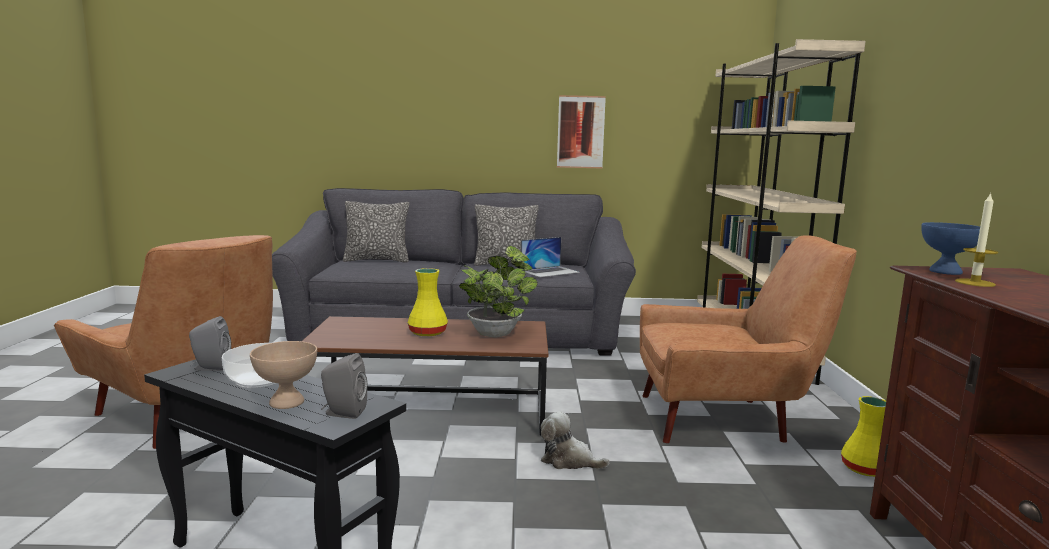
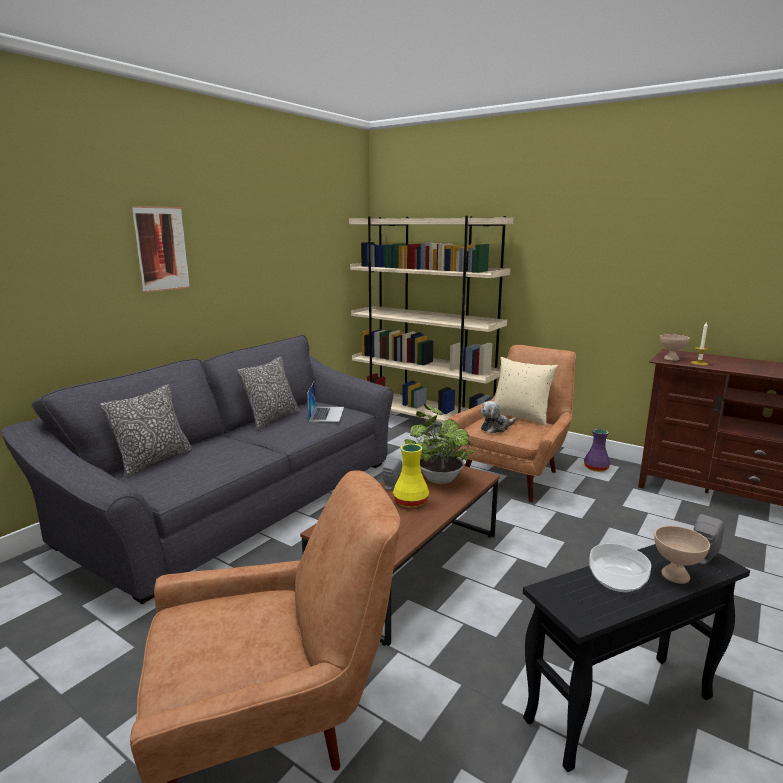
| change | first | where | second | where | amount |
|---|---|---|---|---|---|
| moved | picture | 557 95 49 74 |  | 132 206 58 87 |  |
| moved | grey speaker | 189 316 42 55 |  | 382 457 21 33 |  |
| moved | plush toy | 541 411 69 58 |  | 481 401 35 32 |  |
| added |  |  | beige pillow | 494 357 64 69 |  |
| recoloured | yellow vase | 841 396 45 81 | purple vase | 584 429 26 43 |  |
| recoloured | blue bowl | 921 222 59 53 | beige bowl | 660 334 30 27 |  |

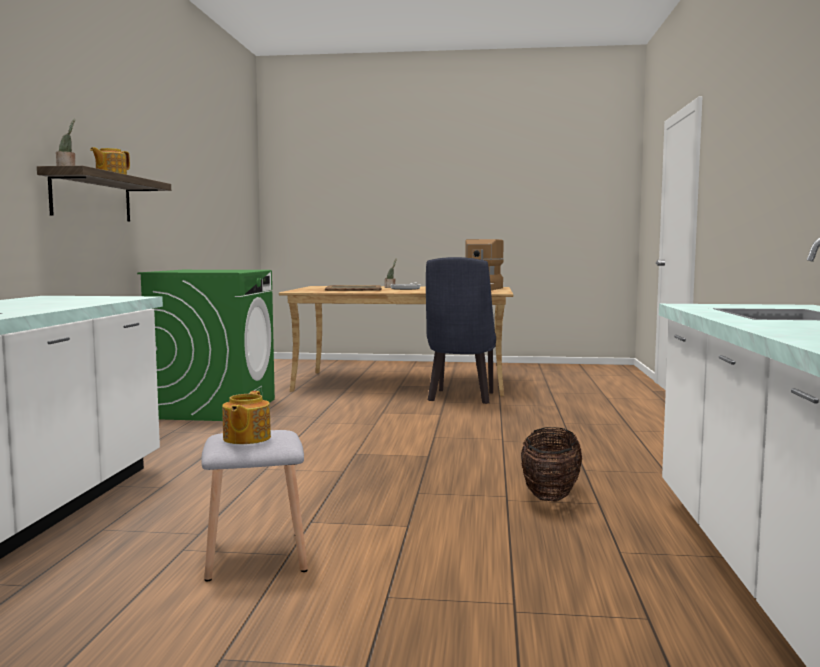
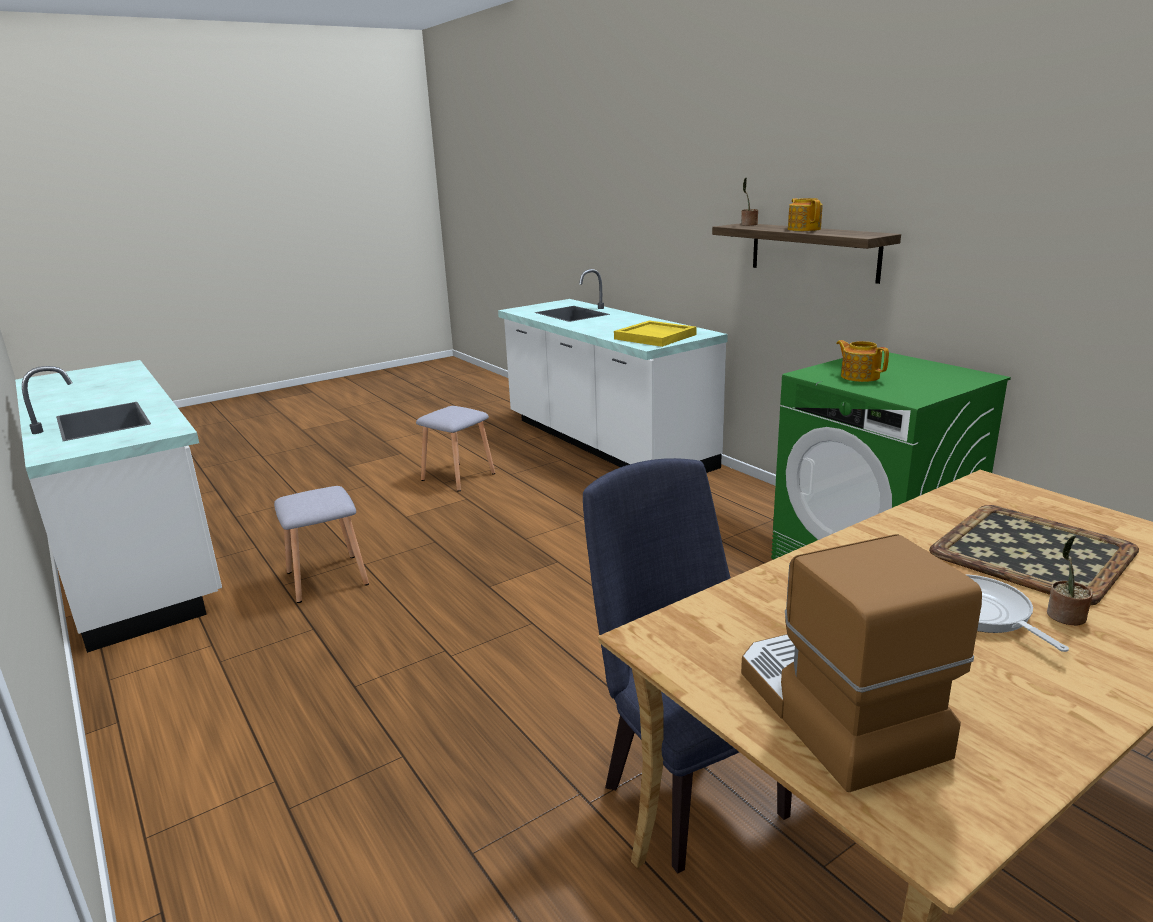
| change | first | where | second | where | amount |
|---|---|---|---|---|---|
| replaced | basket | 521 427 61 75 | grey stool | 274 486 95 117 |  |
| added |  |  | yellow tray | 614 321 83 26 |  |
| moved | teapot | 222 391 49 53 |  | 836 340 53 42 |  |

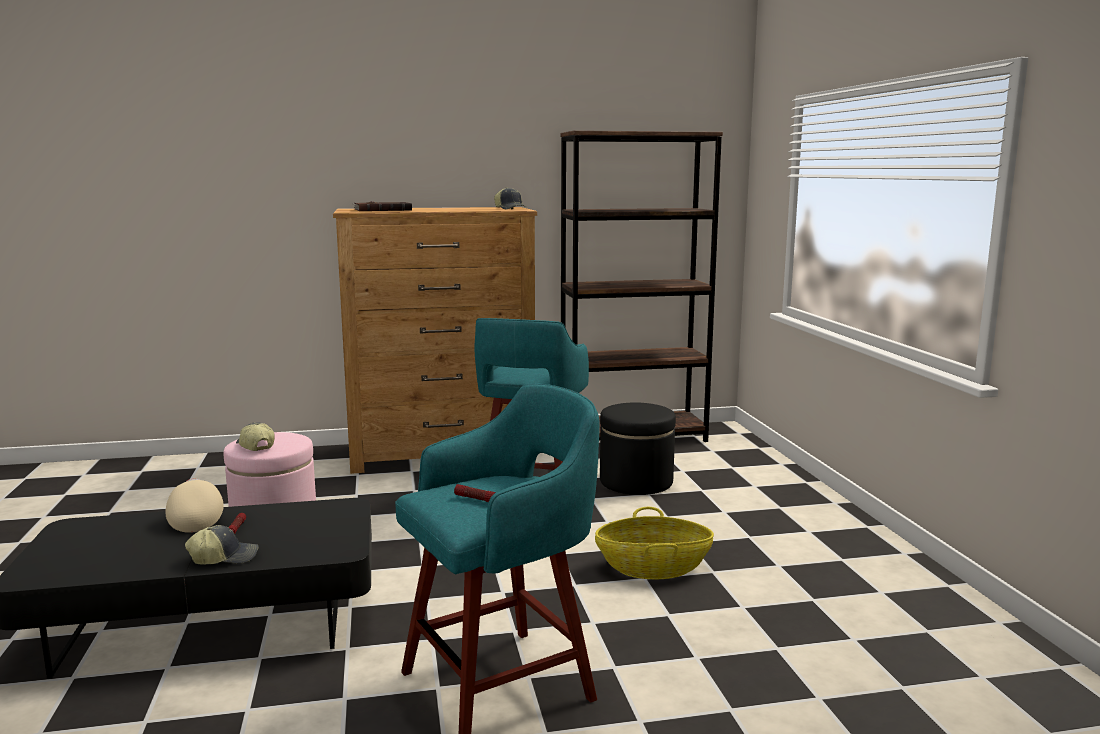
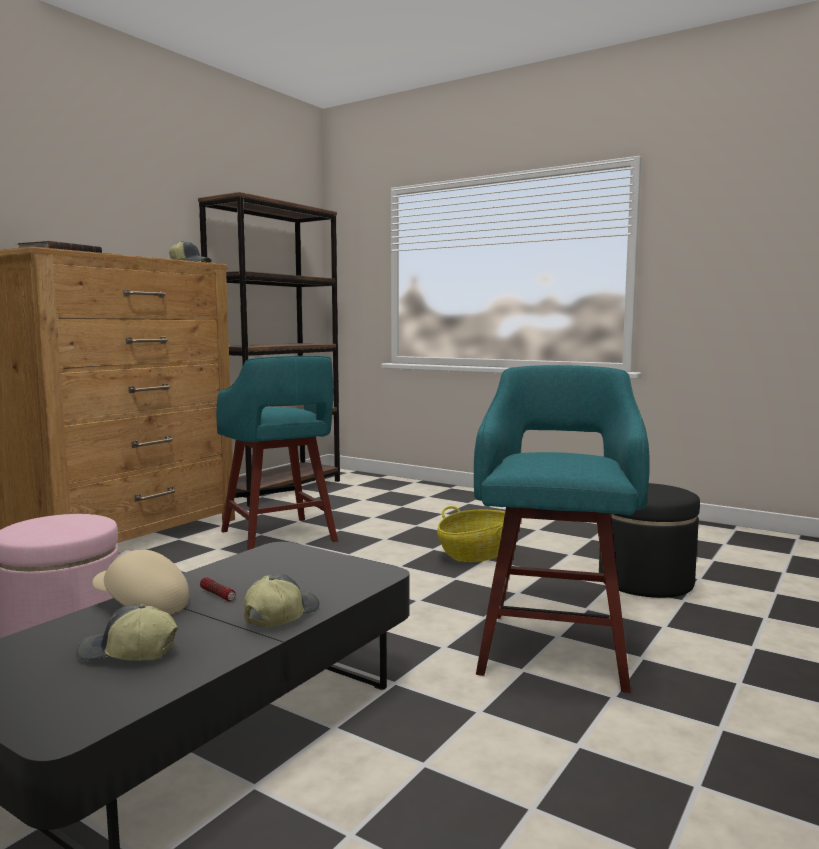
| change | first | where | second | where | amount |
|---|---|---|---|---|---|
| moved | cap | 236 422 39 29 |  | 76 604 102 57 |  |
| moved | black ottoman | 600 403 76 92 |  | 599 483 101 115 |  |
| removed | flashlight | 454 484 42 18 |  |  |  |

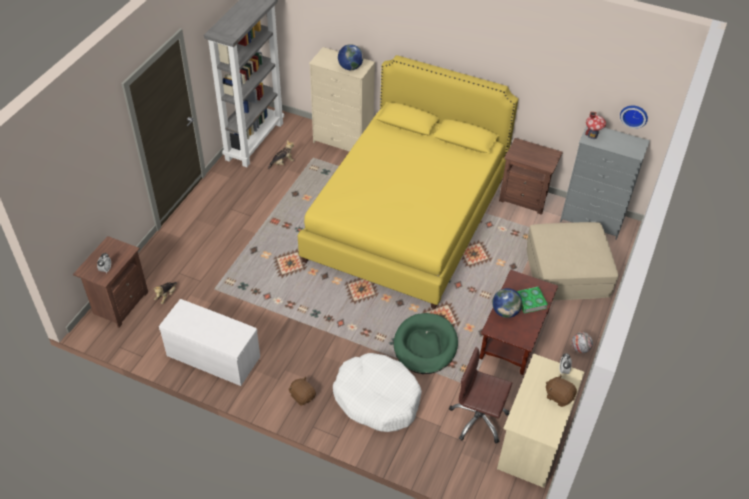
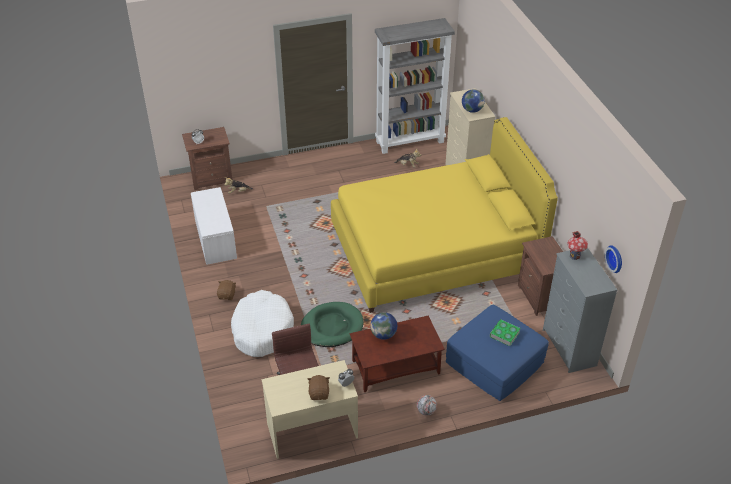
| change | first | where | second | where | amount |
|---|---|---|---|---|---|
| recoloured | beige ottoman | 527 222 91 78 | blue ottoman | 446 305 103 96 |  |
| moved | book | 517 286 31 28 |  | 490 319 31 27 |  |

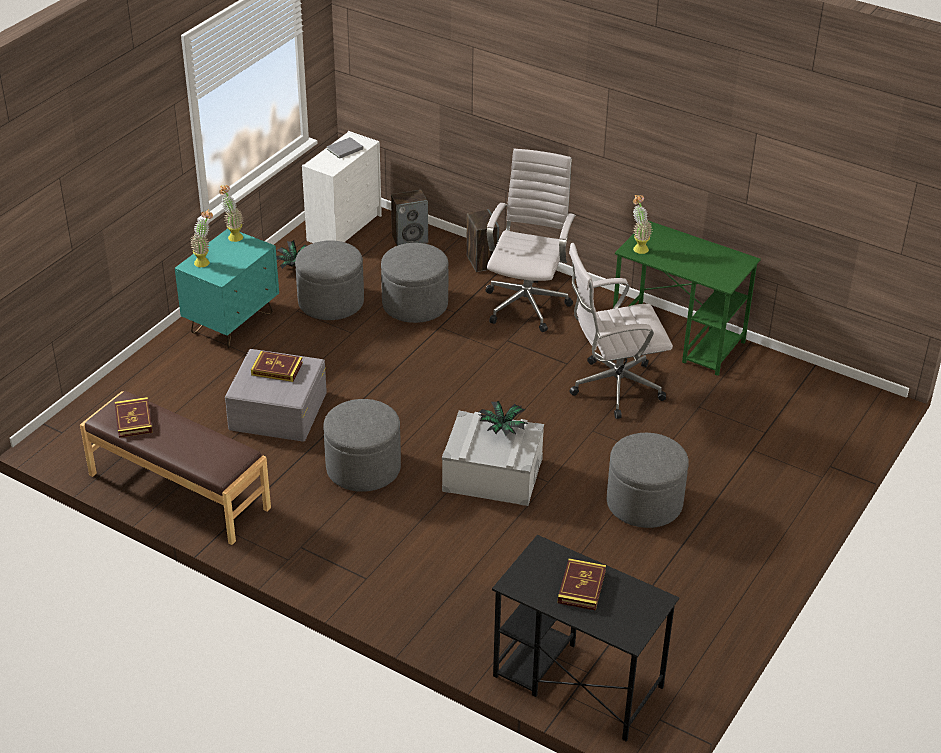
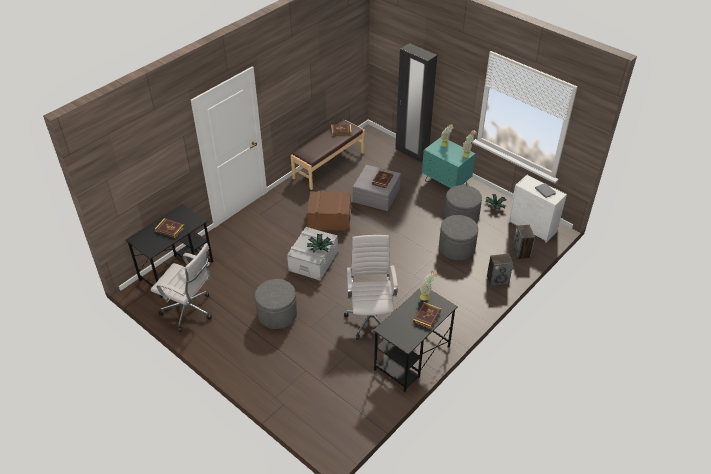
| change | first | where | second | where | amount |
|---|---|---|---|---|---|
| moved | white office chair | 485 149 91 183 |  | 150 243 62 89 |  |
| replaced | grey ottoman | 323 399 78 93 | brown storage box | 307 191 44 40 |  |
| recoloured | green desk | 613 221 148 155 | black desk | 373 288 85 104 |  |
| added |  |  | black wardrobe | 395 43 42 119 |  |
| added |  |  | book | 413 302 28 28 |  |

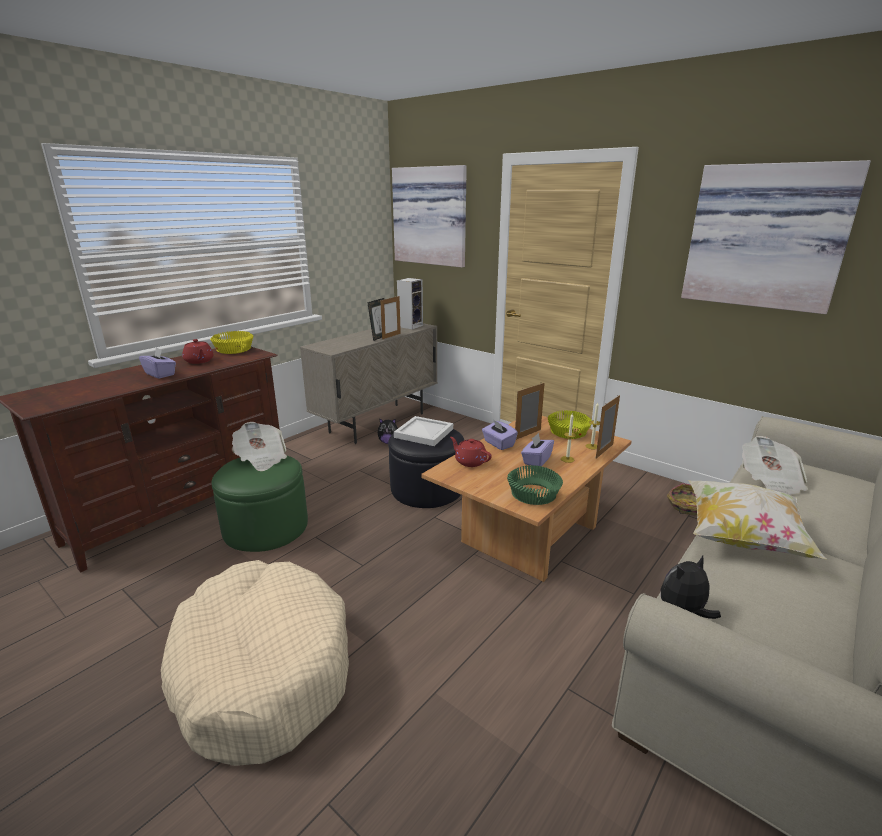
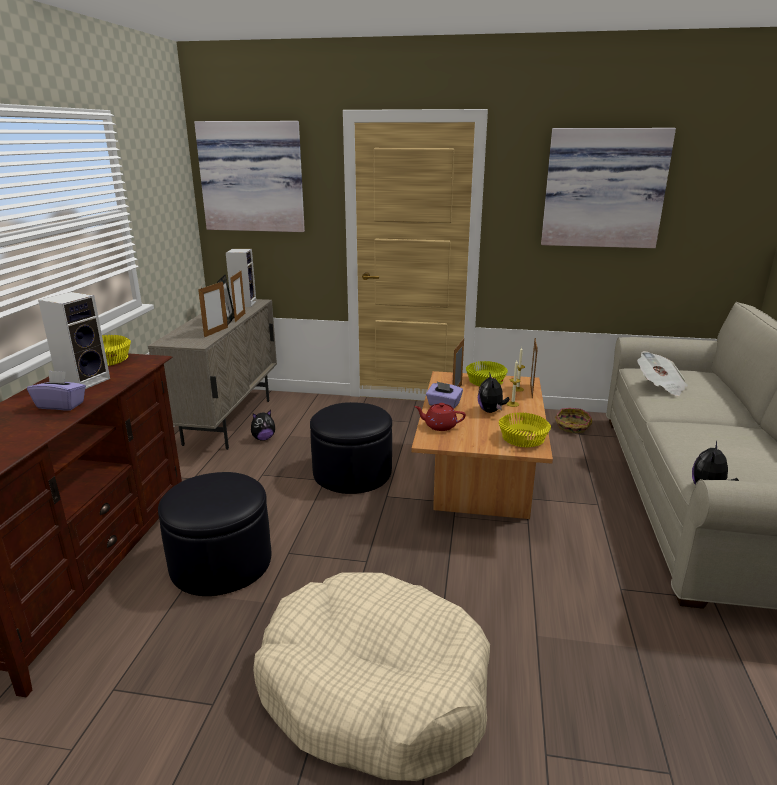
| change | first | where | second | where | amount |
|---|---|---|---|---|---|
| replaced | red teapot | 182 339 31 25 | speaker | 38 292 72 97 |  |
| recoloured | green ottoman | 212 456 96 96 | black ottoman | 158 472 113 124 |  |
| added |  |  | picture frame | 198 281 30 56 |  |
| replaced | purple tissue box | 521 433 33 33 | plush toy | 478 372 31 41 |  |
| recoloured | green bowl | 507 465 56 40 | yellow bowl | 499 412 52 35 |  |
| removed | newspaper | 232 422 55 49 |  |  |  |
| removed | white tray | 394 416 59 30 |  |  |  |
| removed | pillow | 688 480 139 79 |  |  |  |

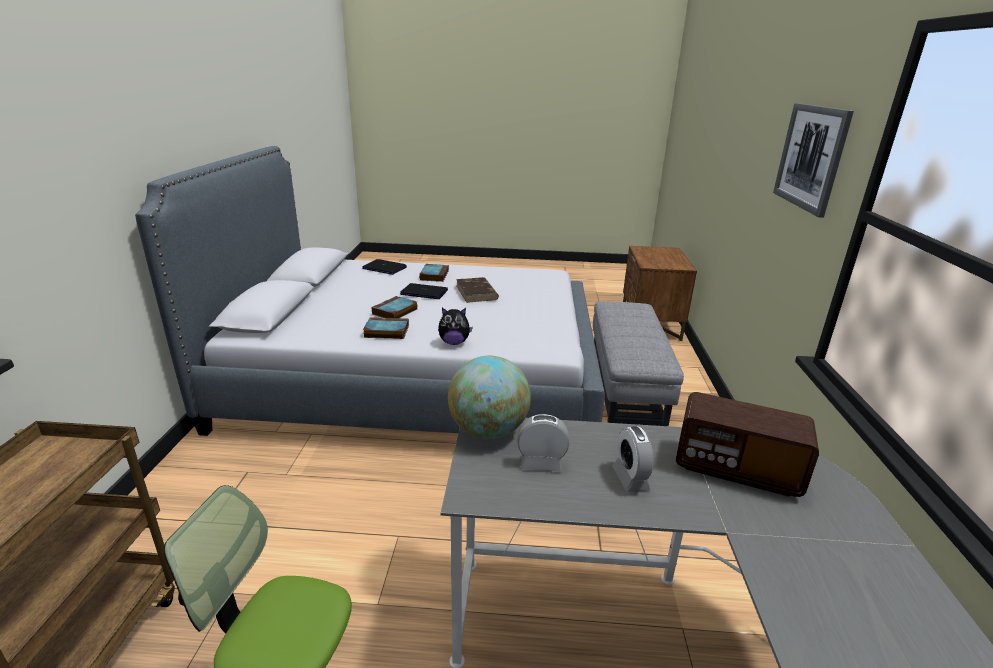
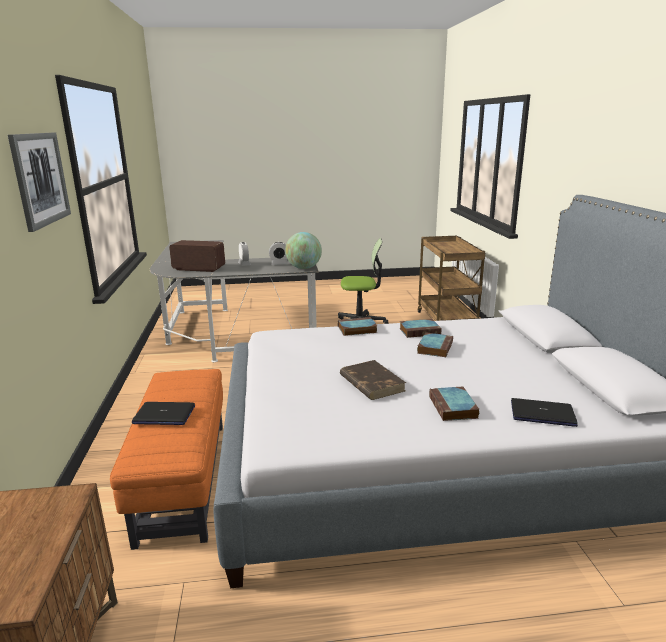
| change | first | where | second | where | amount |
|---|---|---|---|---|---|
| recoloured | grey ottoman | 593 301 91 125 | orange ottoman | 110 369 113 181 |  |
| moved | laptop | 400 283 48 16 |  | 132 402 63 23 |  |
| replaced | plush toy | 438 308 35 37 | book | 338 317 40 19 |  |

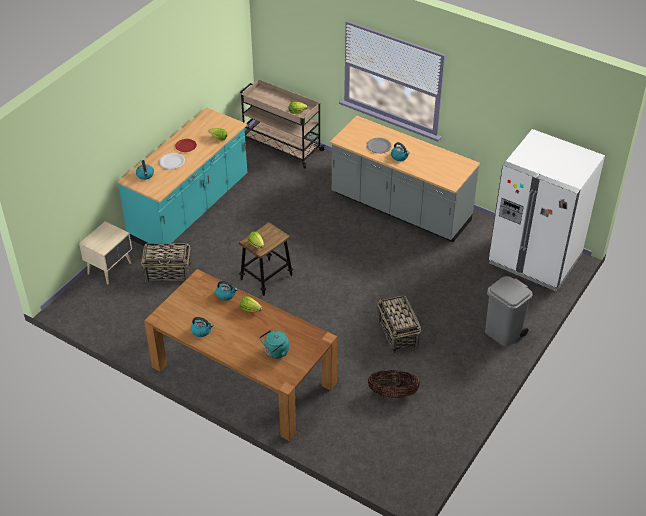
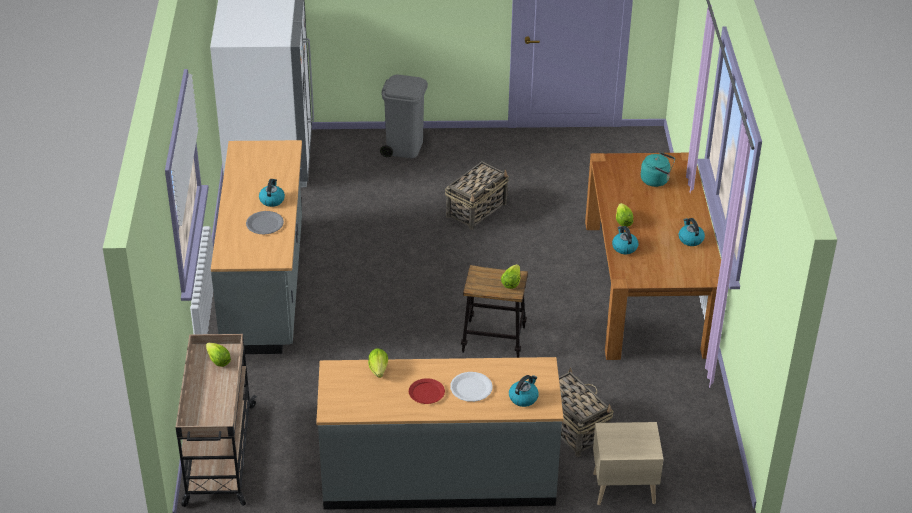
| change | first | where | second | where | amount |
|---|---|---|---|---|---|
| recoloured | turquoise counter | 117 108 130 138 | grey counter | 316 357 248 153 |  |
| removed | basket | 368 370 52 28 |  |  |  |

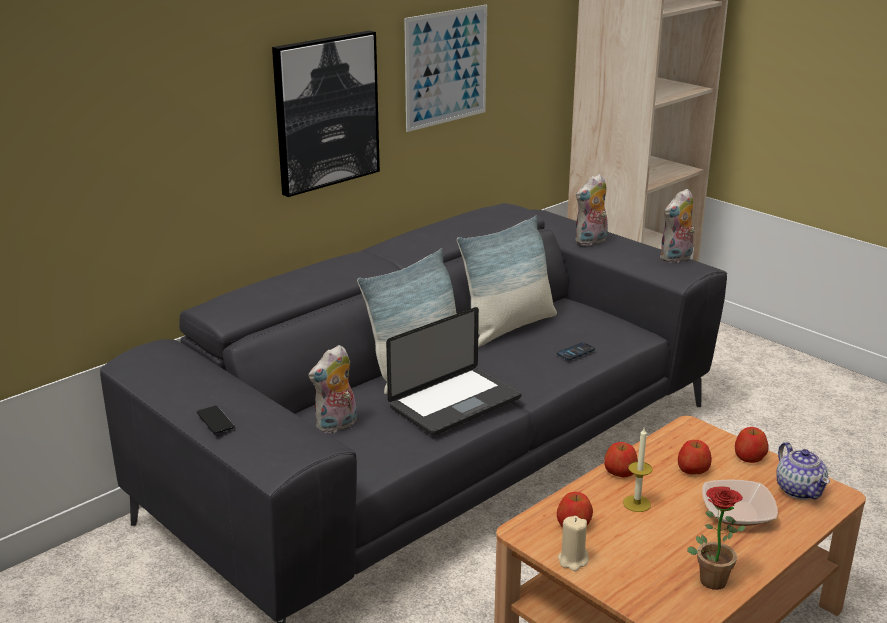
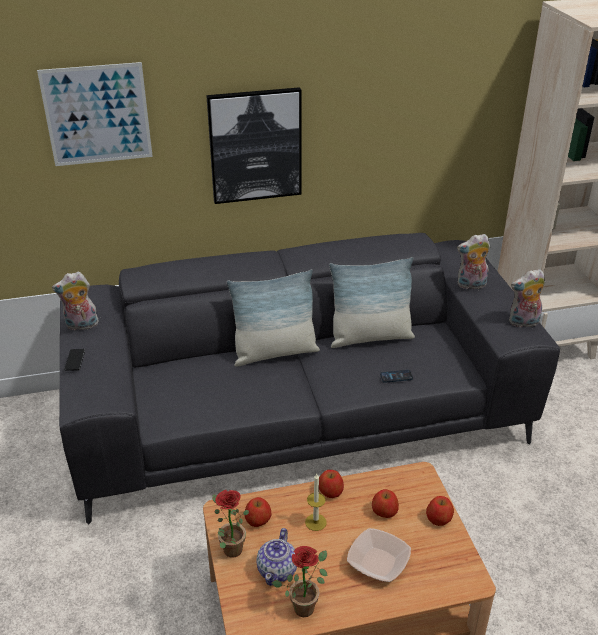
| change | first | where | second | where | amount |
|---|---|---|---|---|---|
| moved | picture | 404 5 83 127 |  | 37 62 116 104 |  |
| moved | plush toy | 308 345 49 88 |  | 52 272 48 58 |  |
| replaced | beige candle | 558 516 31 55 | potted plant | 212 490 37 68 |  |
| moved | teapot | 776 442 54 58 |  | 256 528 41 58 |  |
| removed | laptop | 386 307 136 129 |  |  |  |

